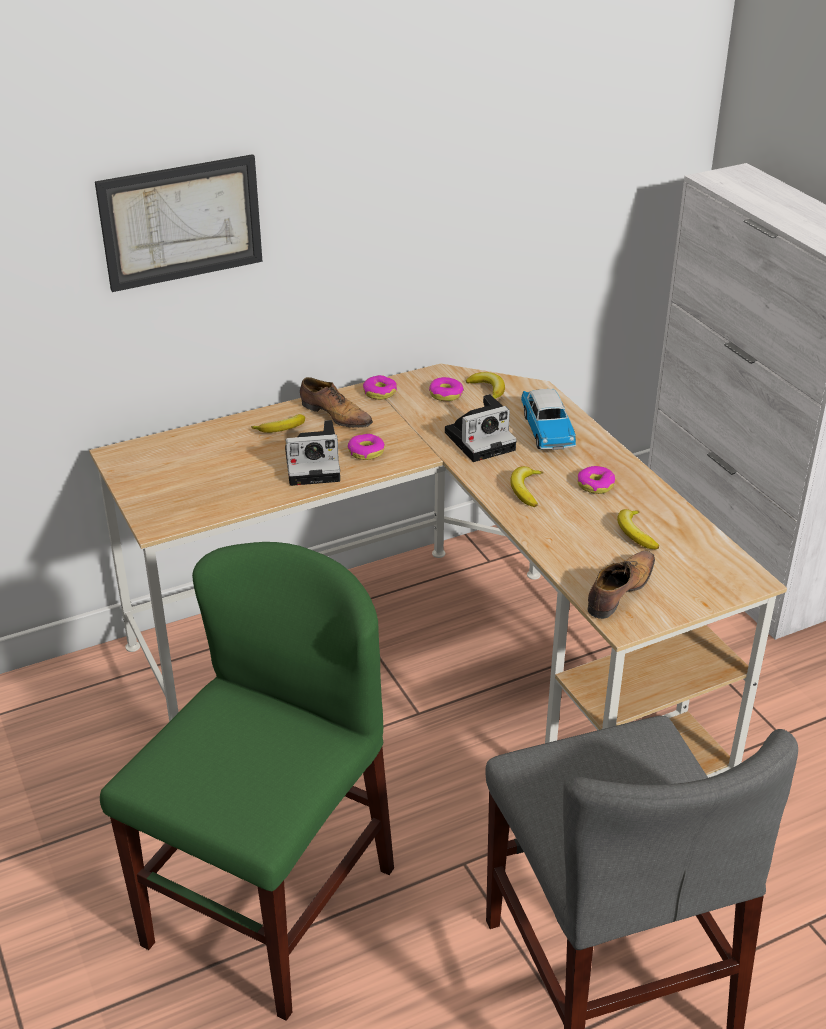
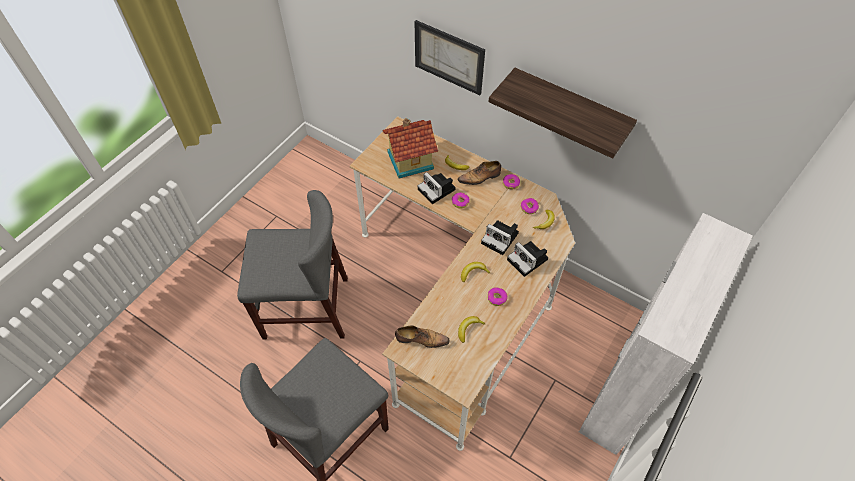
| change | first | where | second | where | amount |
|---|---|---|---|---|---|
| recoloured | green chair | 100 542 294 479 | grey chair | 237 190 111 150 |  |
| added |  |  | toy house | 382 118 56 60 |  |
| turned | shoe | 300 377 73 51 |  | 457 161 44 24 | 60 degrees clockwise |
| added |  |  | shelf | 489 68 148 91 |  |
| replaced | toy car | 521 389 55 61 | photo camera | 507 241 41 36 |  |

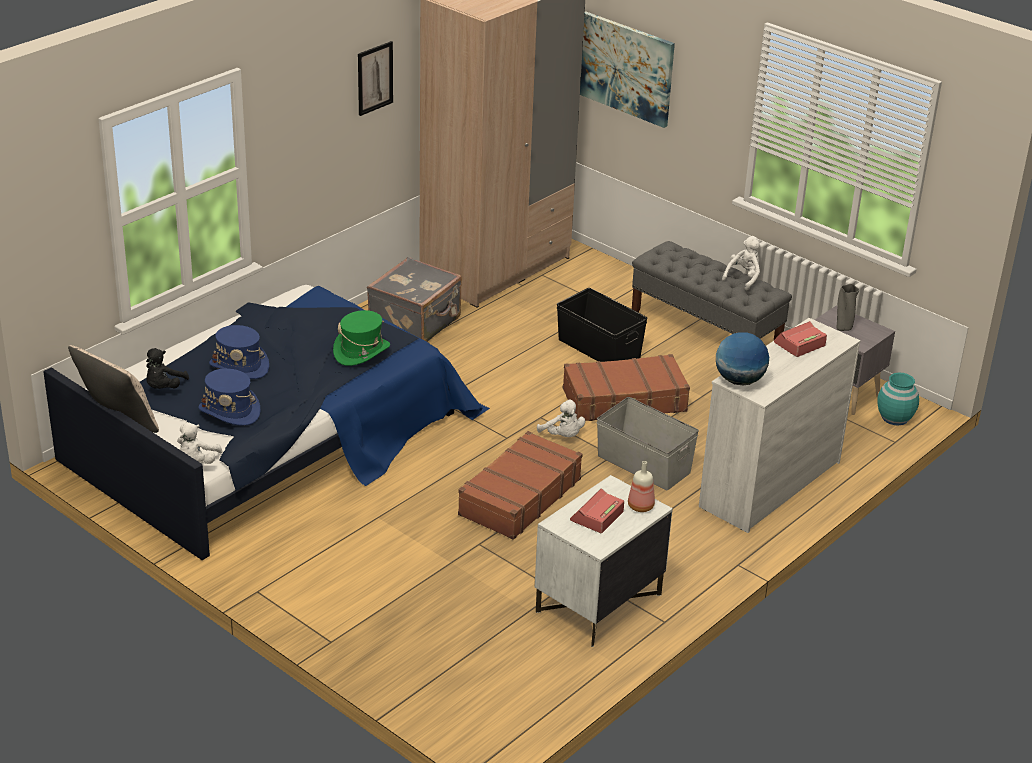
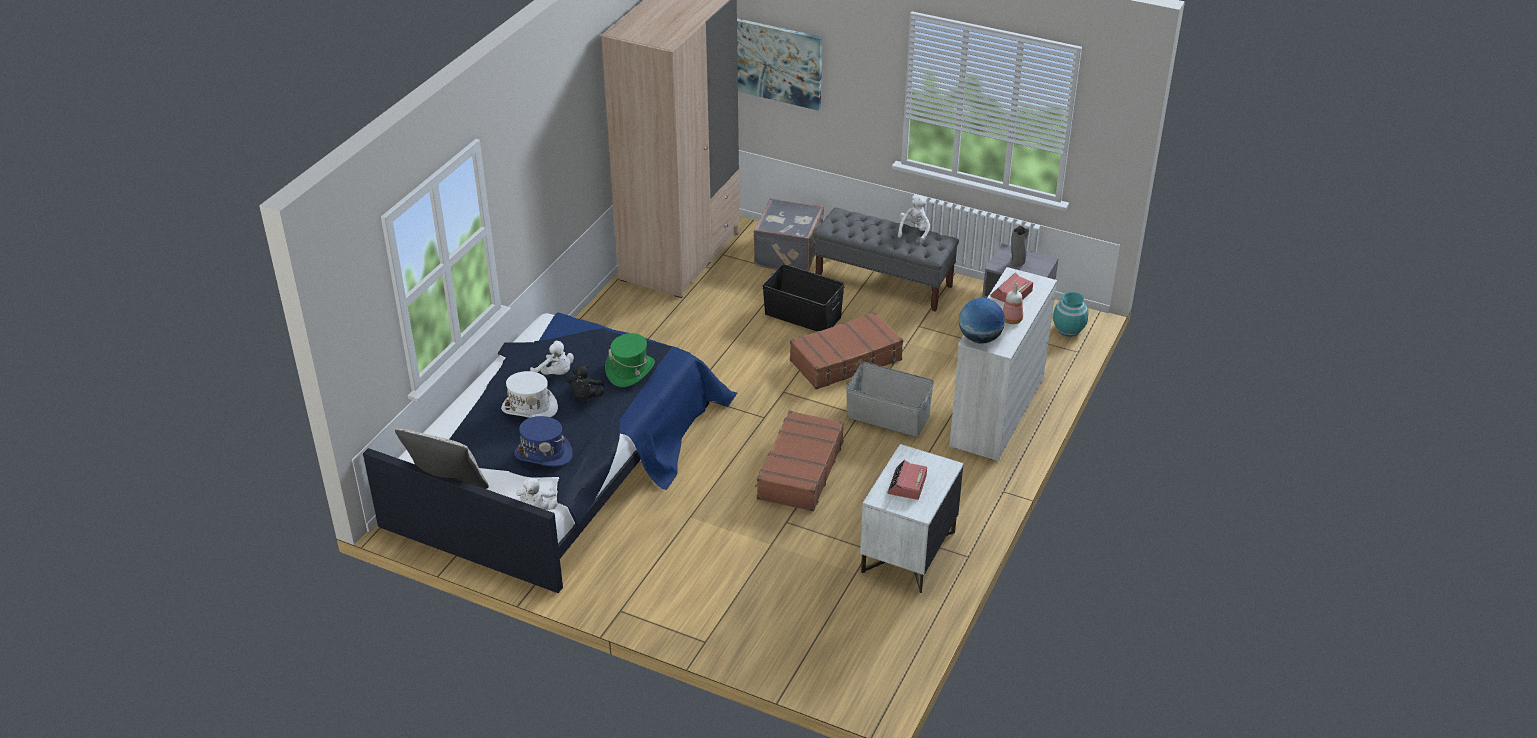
| change | first | where | second | where | amount |
|---|---|---|---|---|---|
| recoloured | blue hat | 209 325 60 54 | white hat | 501 371 57 47 |  |
| moved | white plush toy | 537 399 48 38 |  | 530 341 44 34 |  |
| moved | black plush toy | 146 348 43 41 |  | 567 365 37 35 |  |
| moved | grey suitcase | 367 257 95 85 |  | 753 198 71 73 |  |
| moved | bottle | 628 461 27 51 |  | 1002 283 21 41 |  |
| removed | picture | 358 41 35 75 |  |  |  |

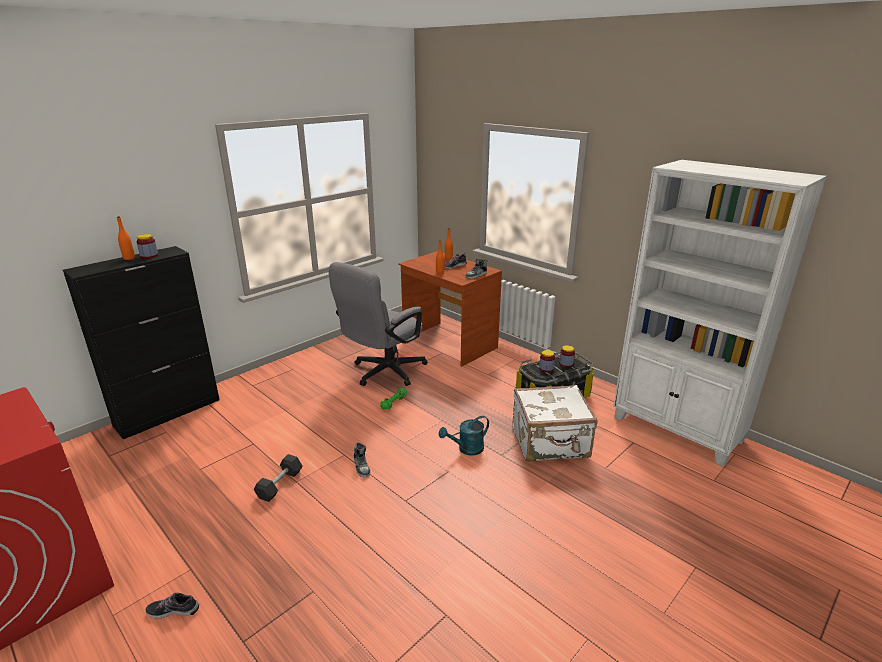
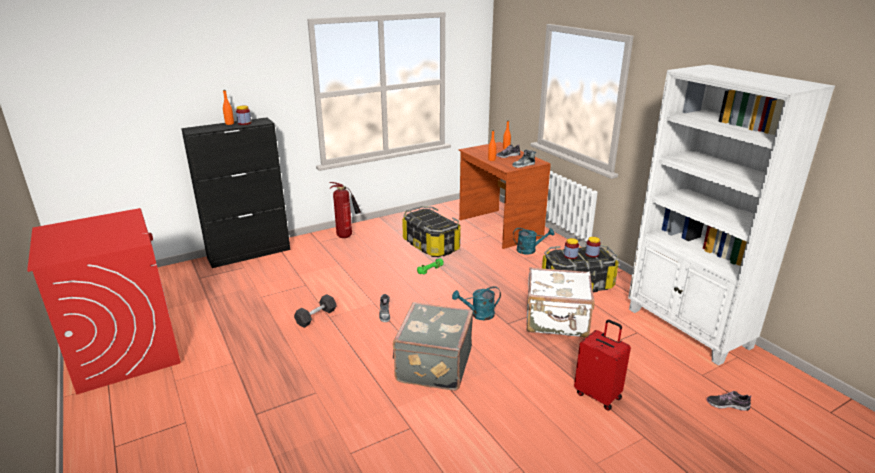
| change | first | where | second | where | amount |
|---|---|---|---|---|---|
| added |  |  | fire extinguisher | 329 182 32 56 |  |
| added |  |  | grey suitcase | 393 302 80 89 |  |
| replaced | grey office chair | 329 262 99 124 | storage box | 402 206 59 51 |  |
| added |  |  | turquoise watering can | 513 228 41 26 |  |
| added |  |  | red suitcase | 574 319 57 92 |  |
| moved | shoe | 145 593 54 26 |  | 707 391 44 20 |  |

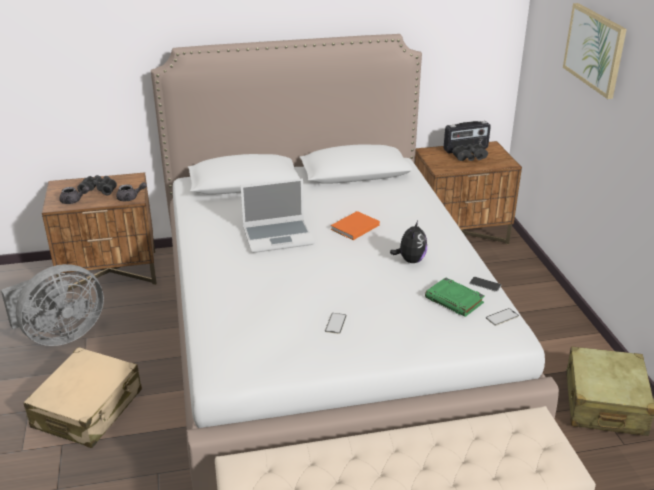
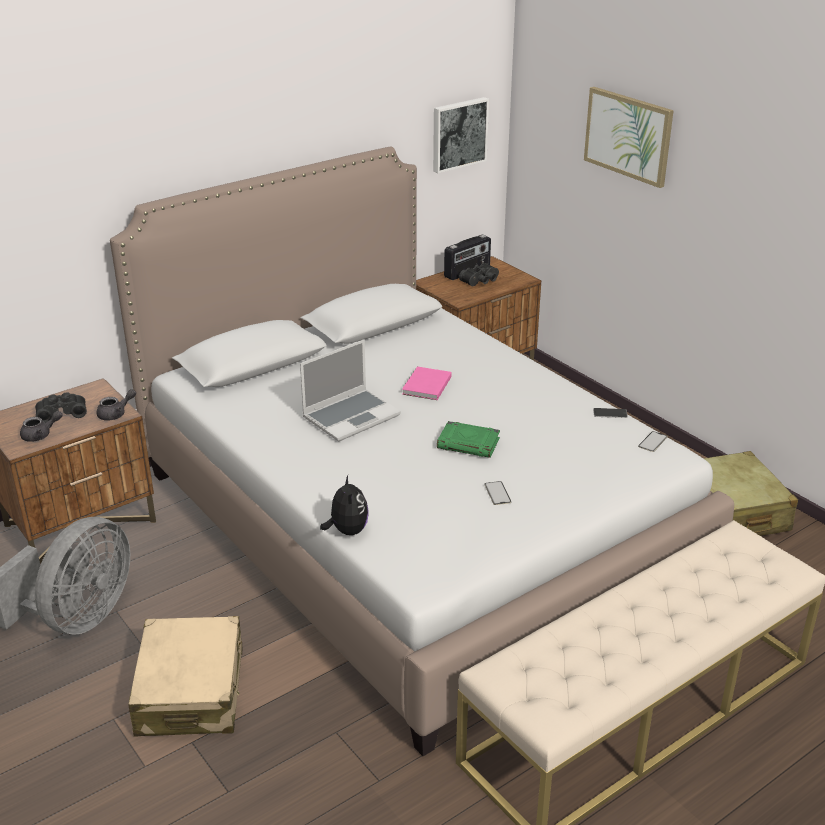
| change | first | where | second | where | amount |
|---|---|---|---|---|---|
| moved | plush toy | 390 220 37 43 |  | 320 475 49 60 |  |
| recoloured | orange book | 331 211 49 29 | pink book | 402 366 50 34 |  |
| added |  |  | picture | 433 97 56 76 |  |
| moved | green book | 425 277 60 40 |  | 437 421 63 37 |  |

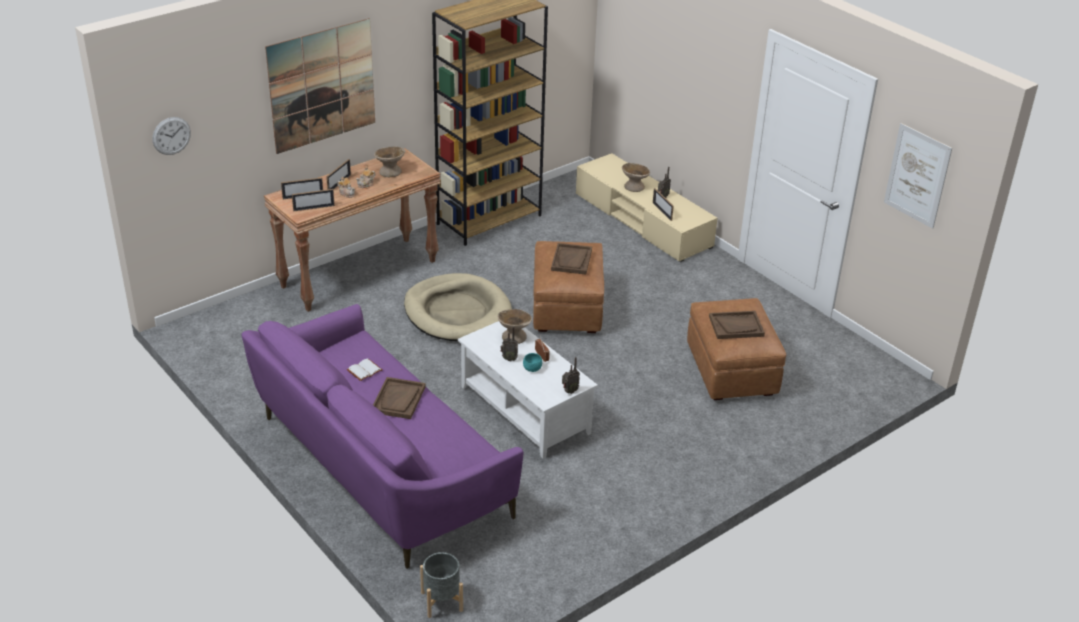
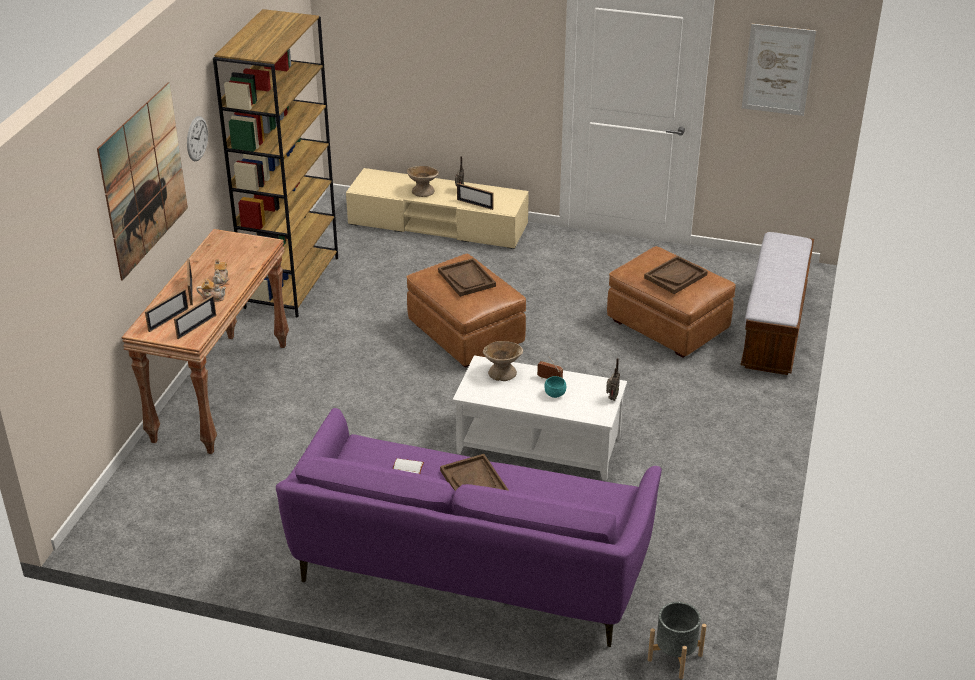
| change | first | where | second | where | amount |
|---|---|---|---|---|---|
| moved | wall clock | 152 117 39 38 |  | 187 116 21 45 |  |
| added |  |  | bench | 741 232 73 143 |  |
| removed | beige bowl | 374 147 32 30 |  |  |  |
| removed | beige dog bed | 404 273 108 68 |  |  |  |
| removed | radio | 500 327 18 34 |  |  |  |

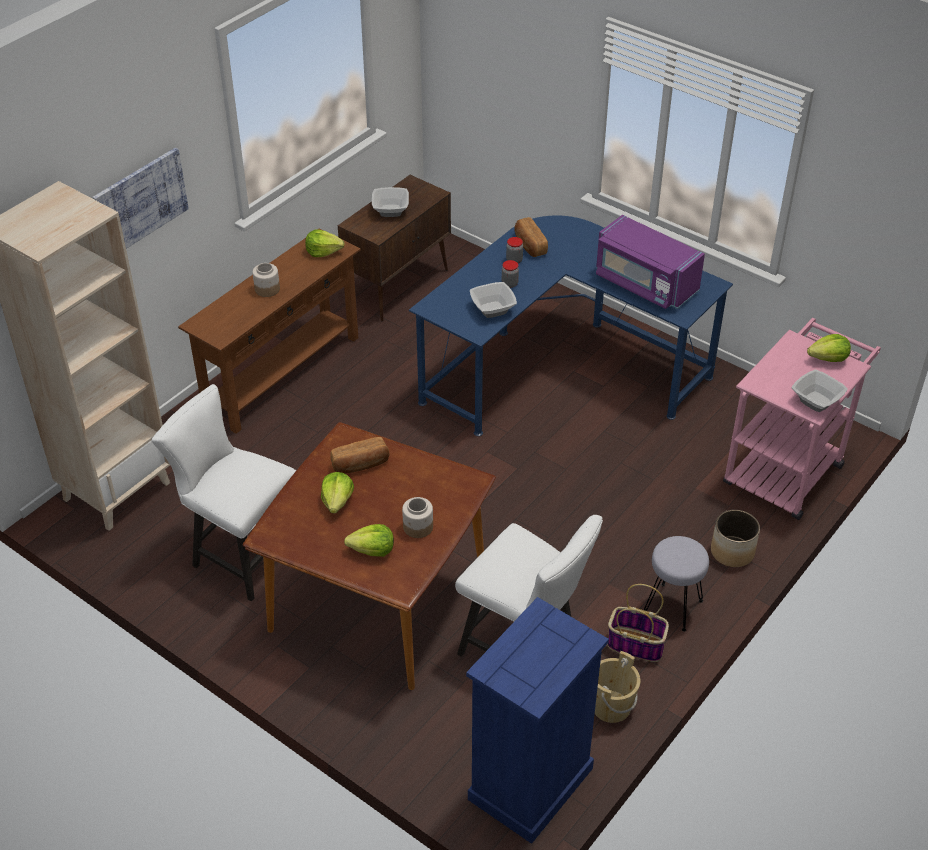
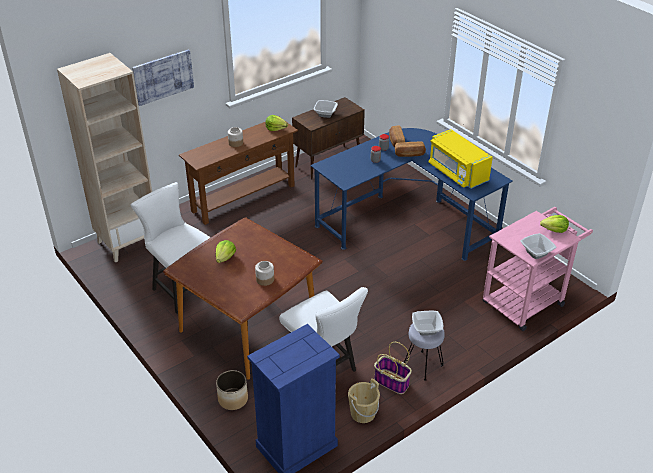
| change | first | where | second | where | amount |
|---|---|---|---|---|---|
| moved | planter | 711 510 49 57 |  | 216 370 32 40 |  |
| moved | bread | 330 437 59 37 |  | 395 141 31 16 |  |
| moved | bowl | 470 282 47 36 |  | 412 310 31 26 |  |
| recoloured | purple microwave | 596 215 109 94 | yellow microwave | 429 129 64 60 |  |
| removed | lettuce | 344 524 50 33 |  |  |  |

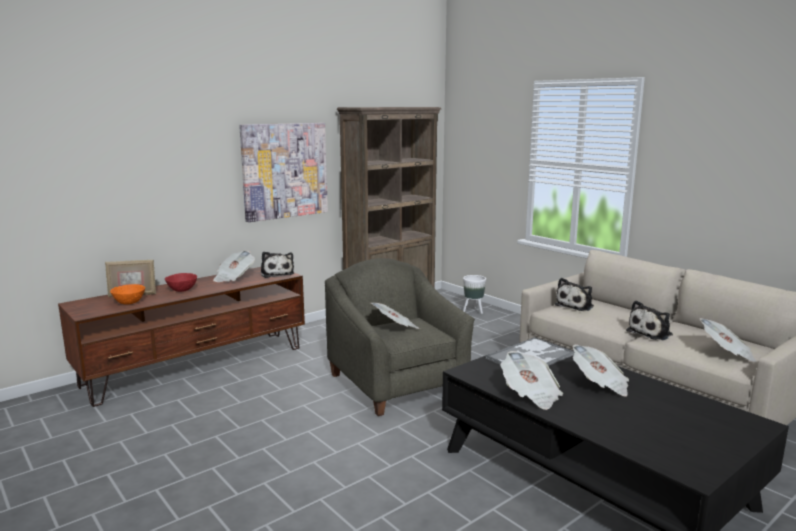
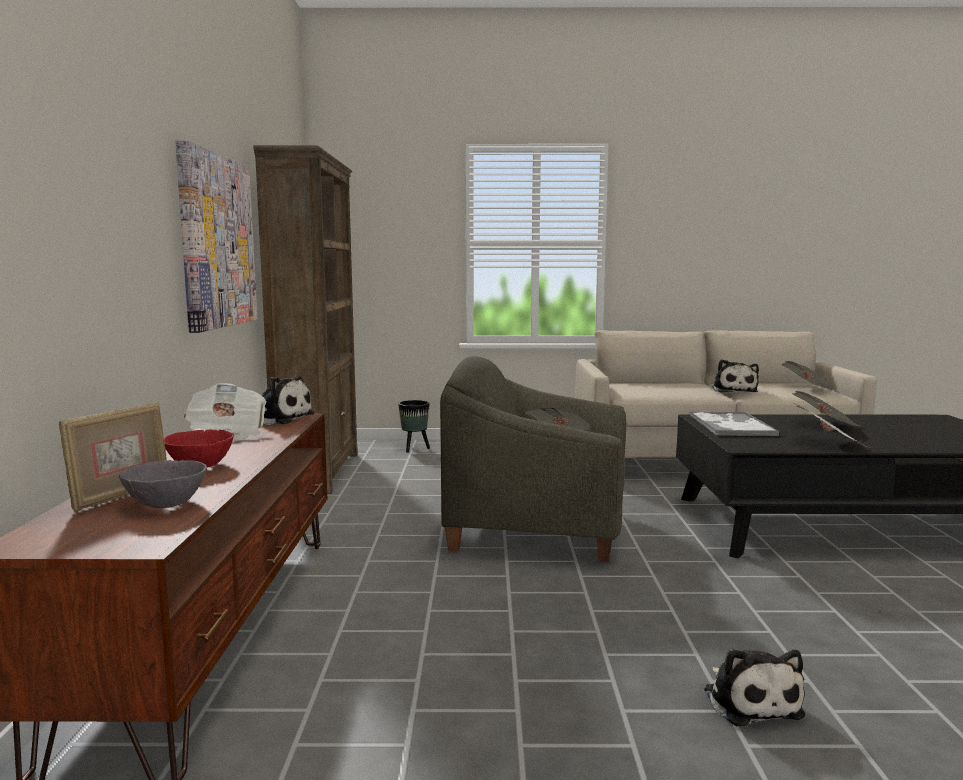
| change | first | where | second | where | amount |
|---|---|---|---|---|---|
| recoloured | orange bowl | 110 284 35 20 | grey bowl | 119 460 88 48 |  |
| recoloured | white planter | 463 275 23 39 | black planter | 398 400 32 52 |  |
| moved | plush toy | 555 278 39 33 |  | 704 649 101 77 |  |

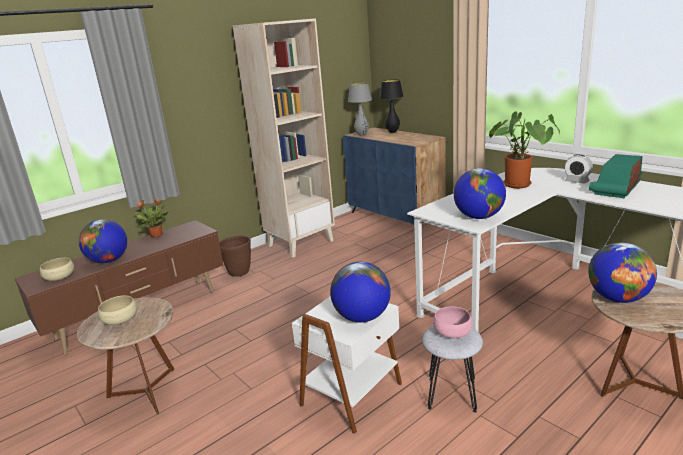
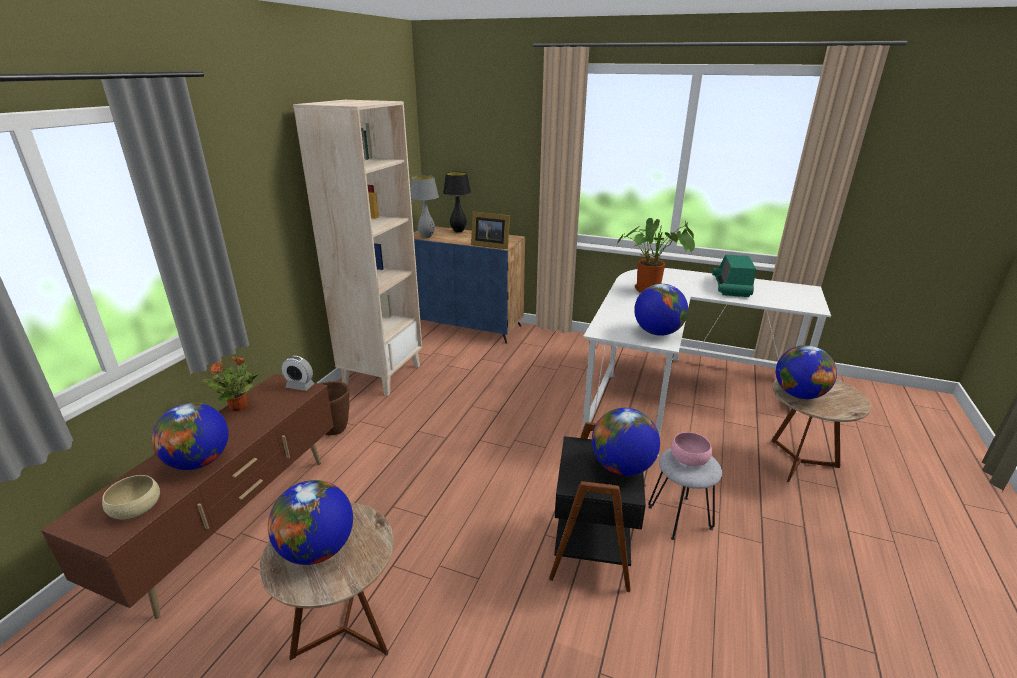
| change | first | where | second | where | amount |
|---|---|---|---|---|---|
| replaced | beige bowl | 98 295 39 30 | globe | 268 480 85 85 |  |
| moved | alarm clock | 565 154 28 30 |  | 281 356 33 35 |  |
| added |  |  | picture frame | 471 211 39 38 |  |
| recoloured | white side table | 292 296 110 138 | black side table | 549 422 97 170 |  |

